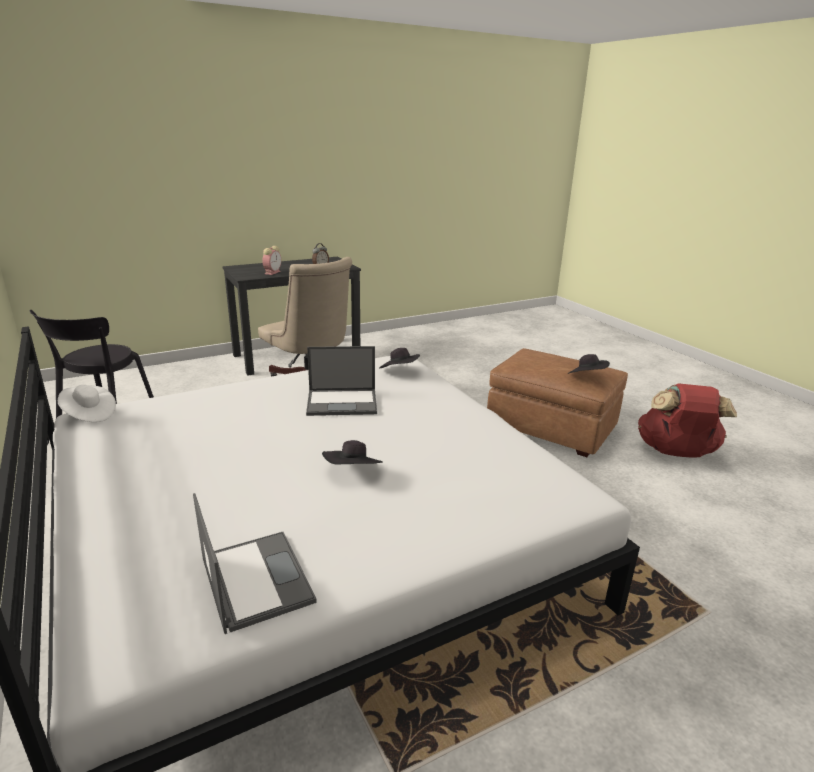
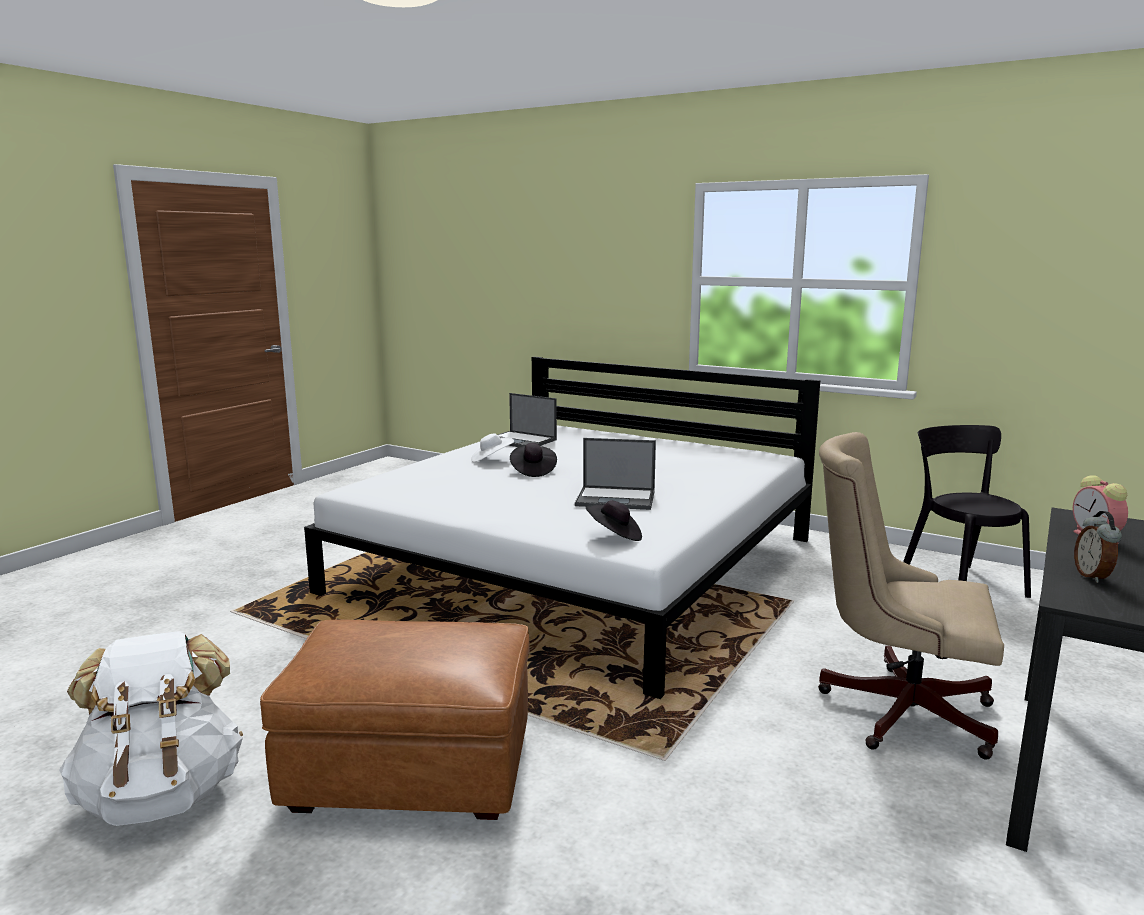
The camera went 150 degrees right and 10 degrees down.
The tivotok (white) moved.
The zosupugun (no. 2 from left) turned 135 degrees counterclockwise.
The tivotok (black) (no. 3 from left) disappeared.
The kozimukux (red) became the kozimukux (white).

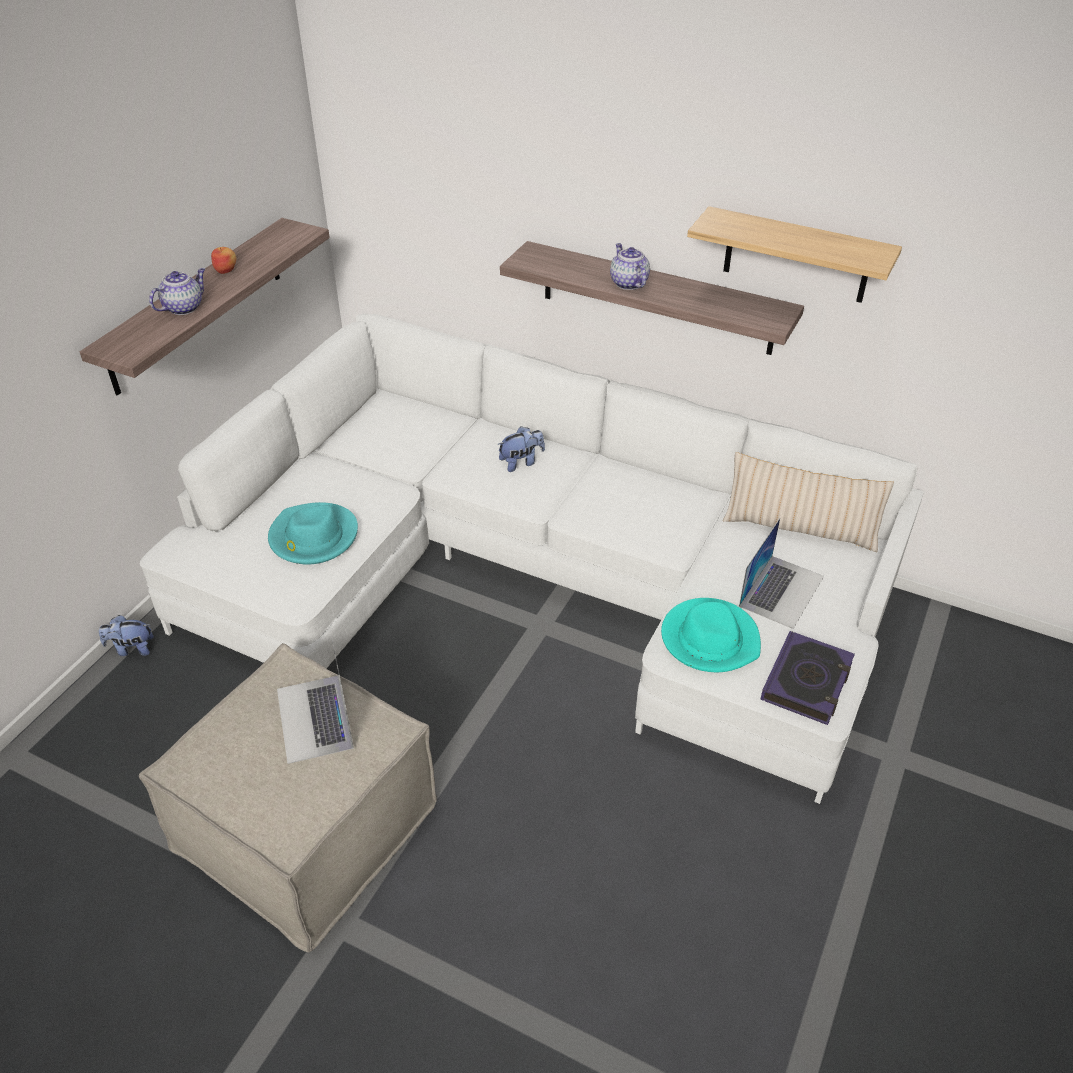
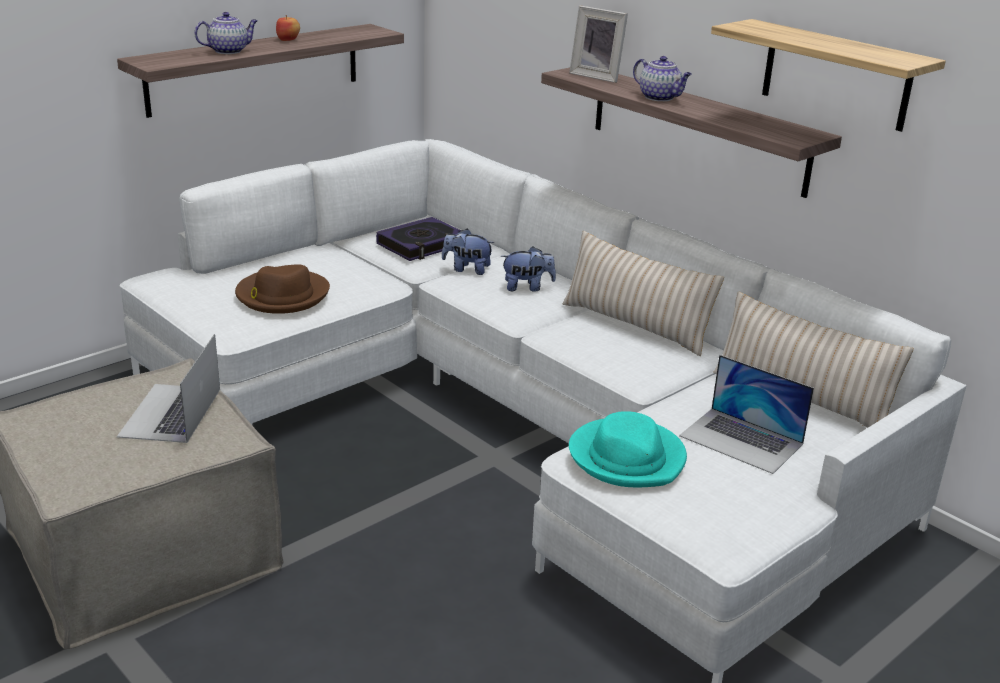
The camera went 20 degrees right and 15 degrees down.
The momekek (no. 1 from left) moved.
The tivotok (turquoise) (no. 1 from left) became the tivotok (brown).
The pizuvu (no. 2 from left) turned 135 degrees clockwise.
The zosupugun (no. 2 from left) turned 75 degrees clockwise.
The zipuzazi moved.
The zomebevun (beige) (no. 1 from left) appeared.
The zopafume appeared.

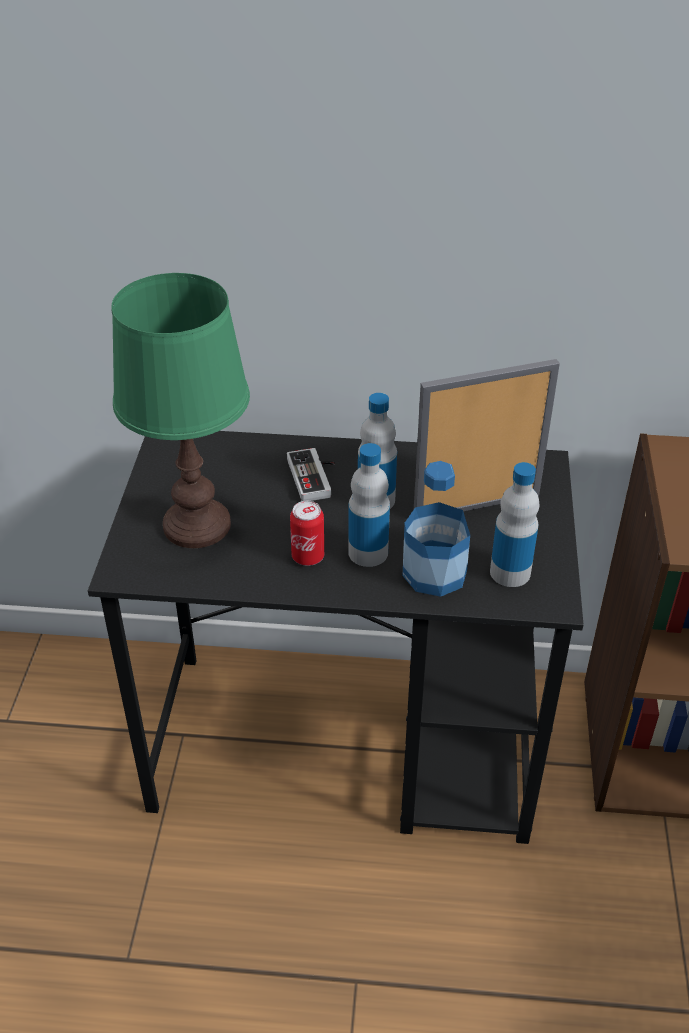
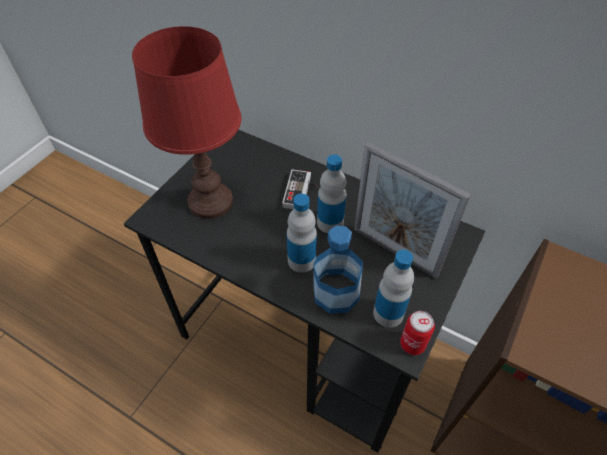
The camera went 25 degrees right and 10 degrees up.
The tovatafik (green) became the tovatafik (red).
The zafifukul moved.
The zopafume turned 150 degrees counterclockwise.

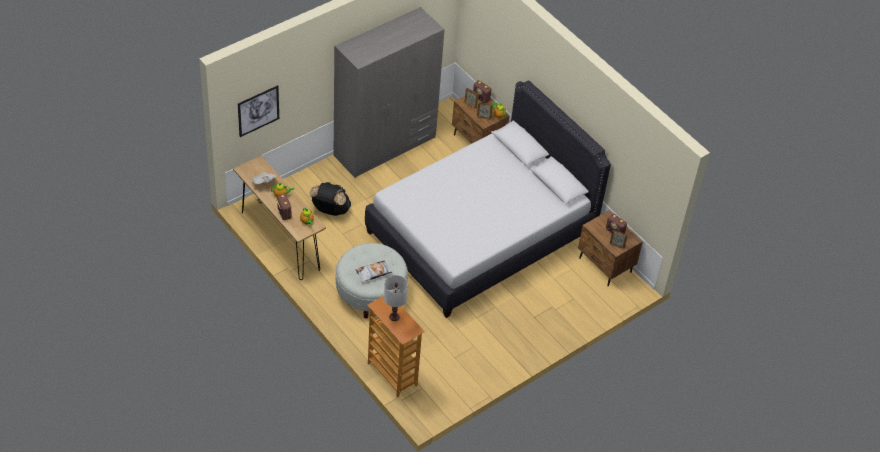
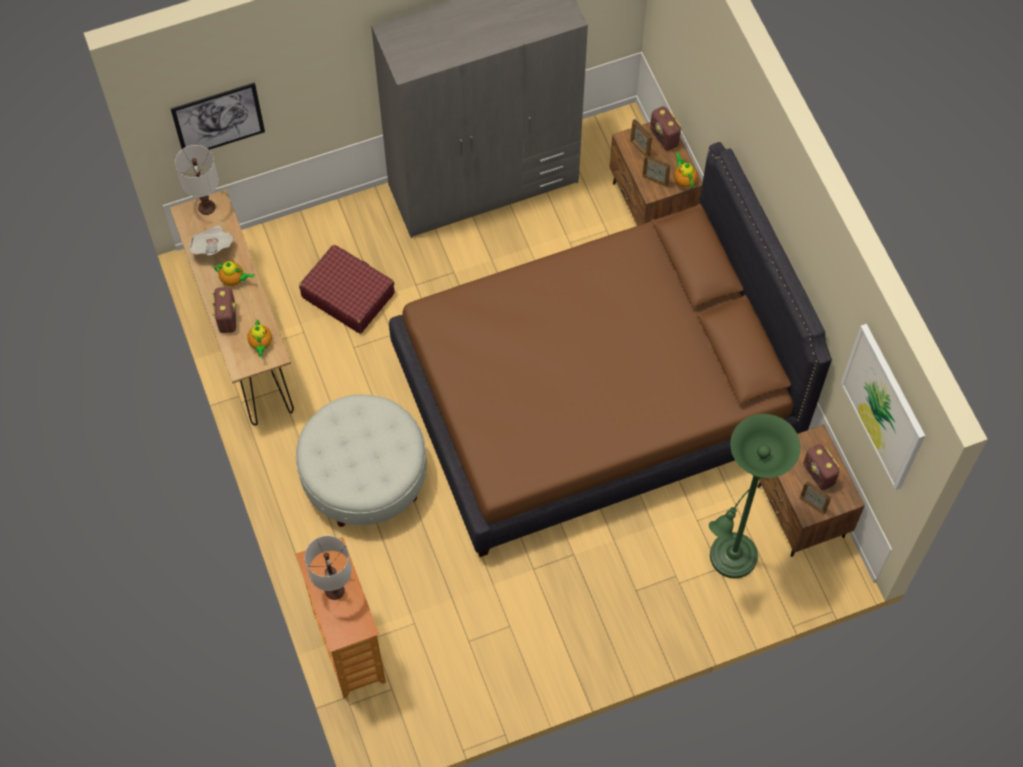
The camera went 20 degrees right and 15 degrees up.
The kozimukux (black) was replaced by the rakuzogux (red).
The zomebevun disappeared.
The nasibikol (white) became the nasibikol (brown).
The tovatafik (white) (no. 1 from left) appeared.
The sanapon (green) appeared.
The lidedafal (no. 2 from left) appeared.

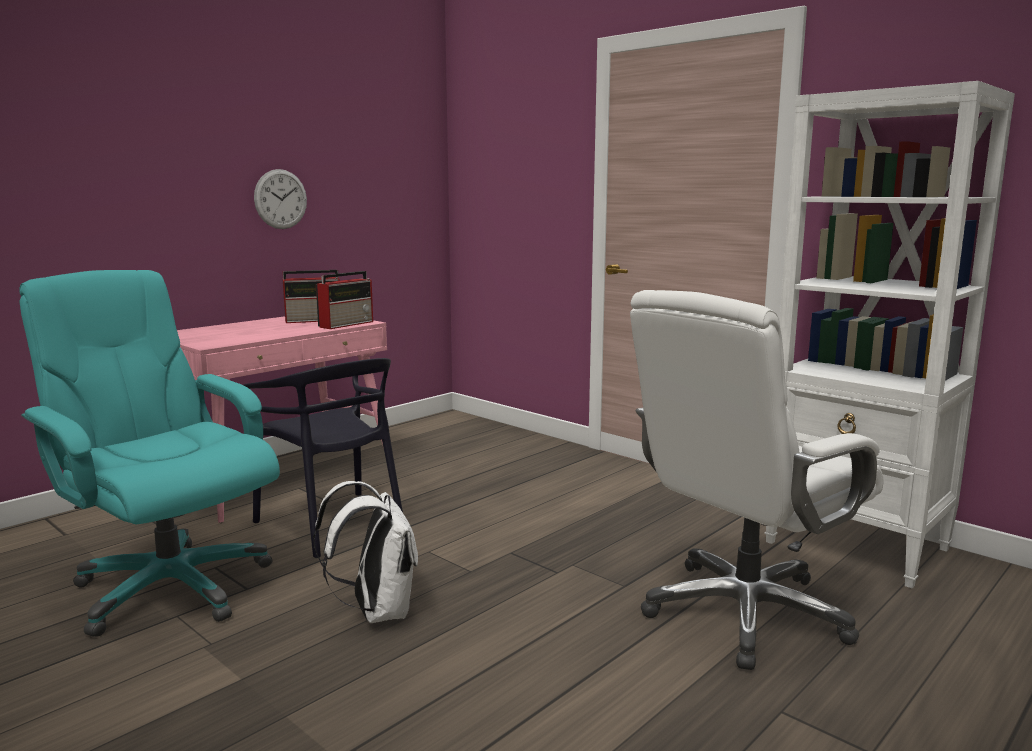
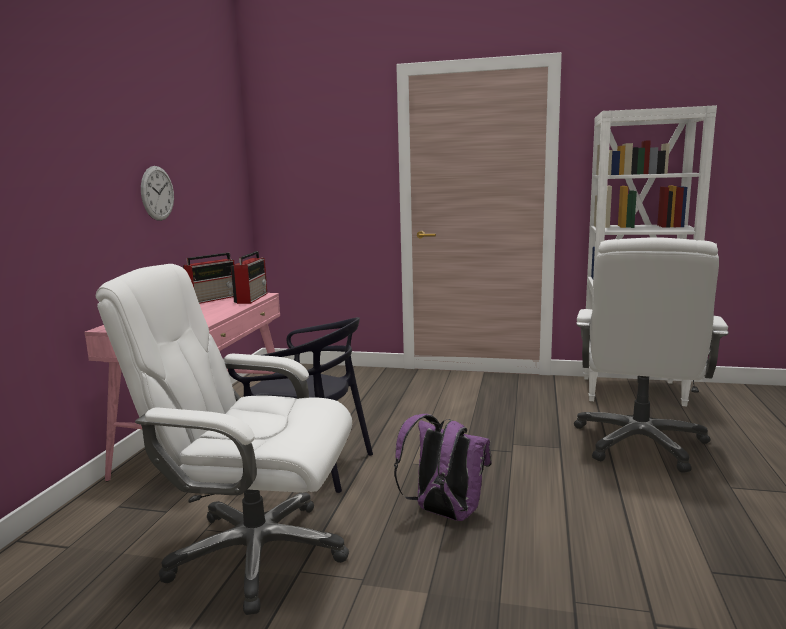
The camera went 30 degrees left and 0 degrees up.
The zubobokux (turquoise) became the zubobokux (white) (no. 1 from left).
The kozimukux (white) became the kozimukux (purple).

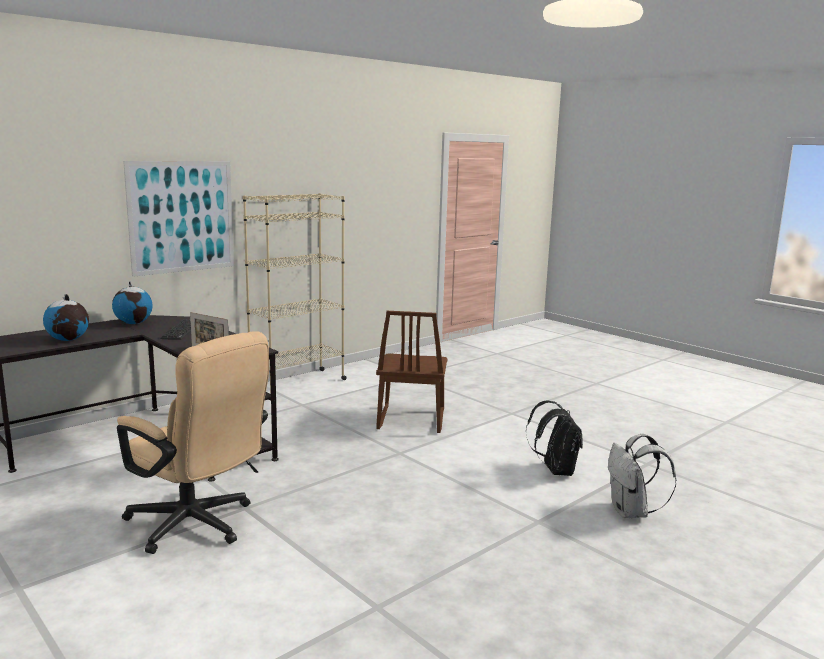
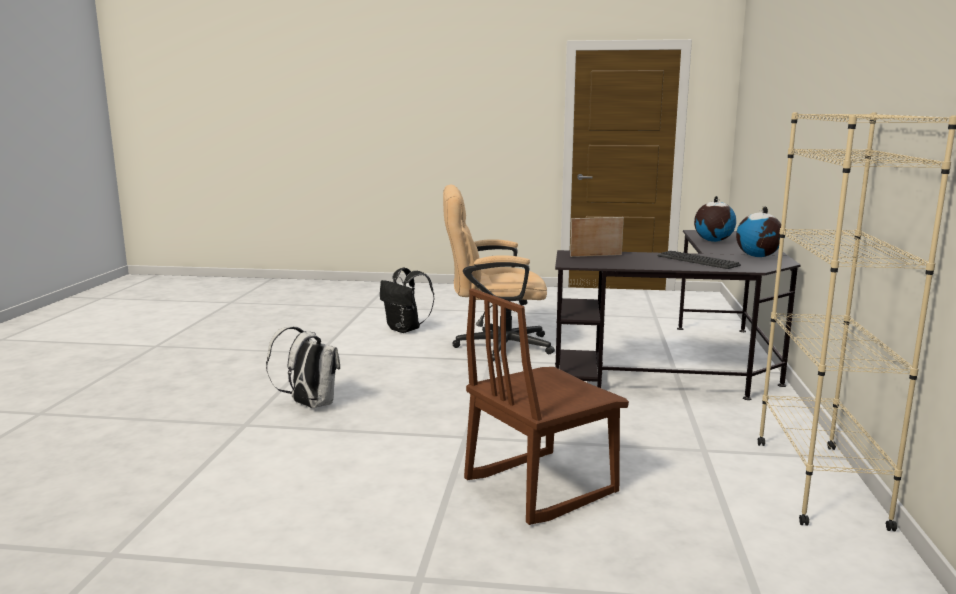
The camera went 140 degrees right and 0 degrees up.
The lidedafal disappeared.
The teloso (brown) turned 90 degrees counterclockwise.
The kozimukux (black) moved.
The kozimukux (white) moved.

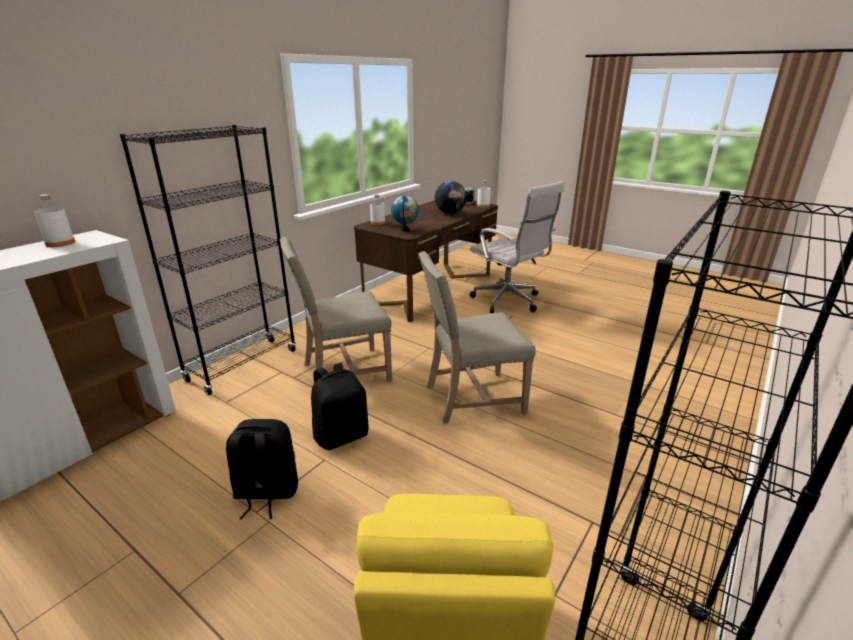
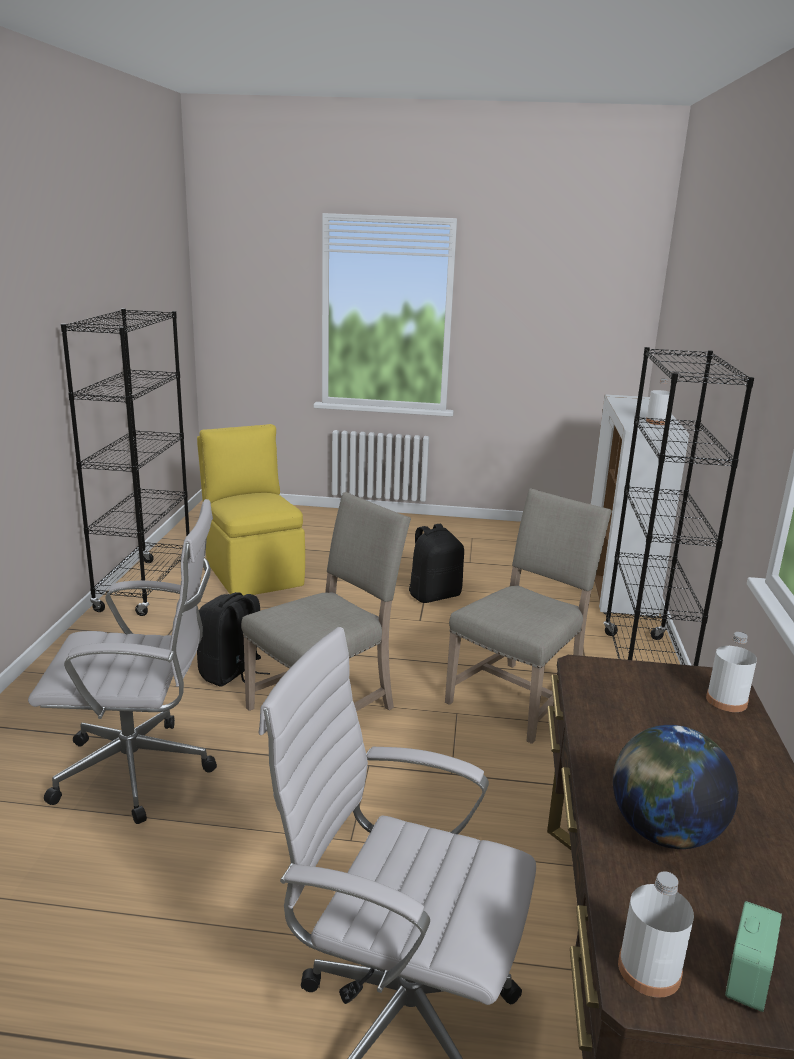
The camera went 150 degrees right and 5 degrees down.
The kozimukux (black) (no. 2 from left in the first image) moved.
The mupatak (no. 1 from left) disappeared.
The zubobokux (white) (no. 1 from left) appeared.

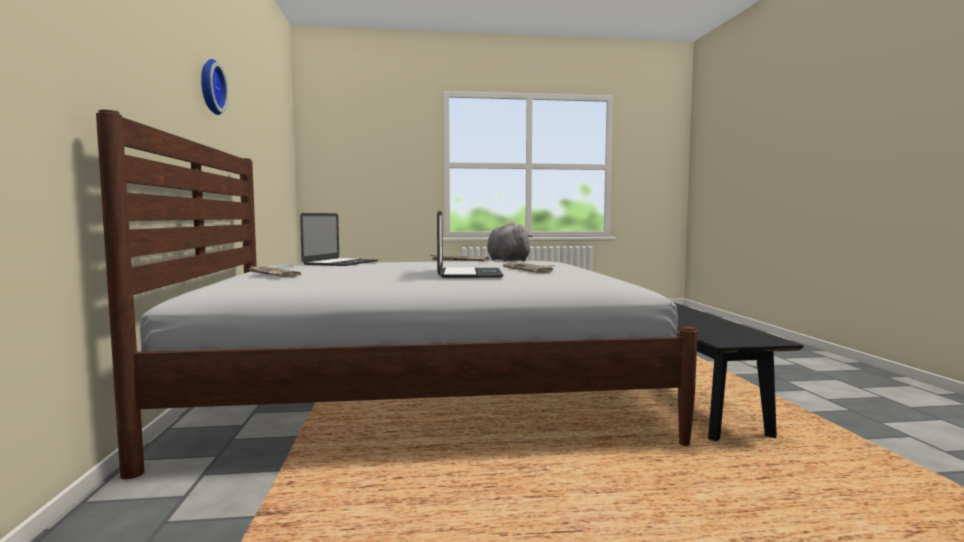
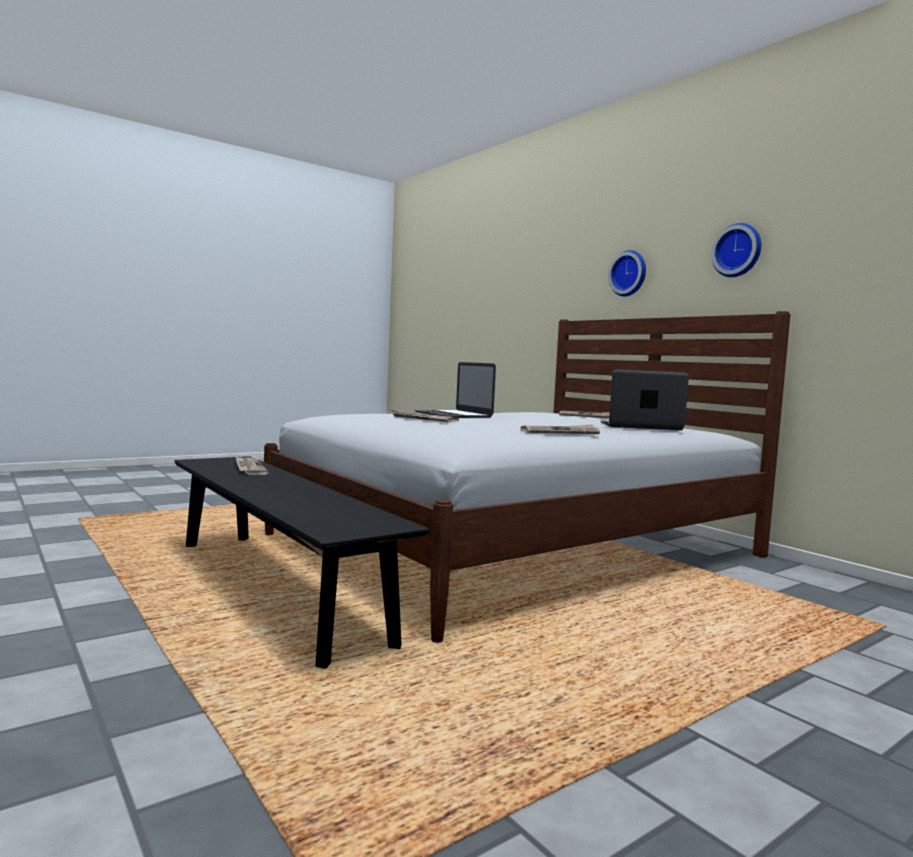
The camera went 150 degrees right and 0 degrees up.
The zosupugun (no. 1 from left in the first image) turned 105 degrees clockwise.
The momekek (grey) disappeared.
The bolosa (no. 1 from left) appeared.
The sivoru (no. 1 from left) appeared.

